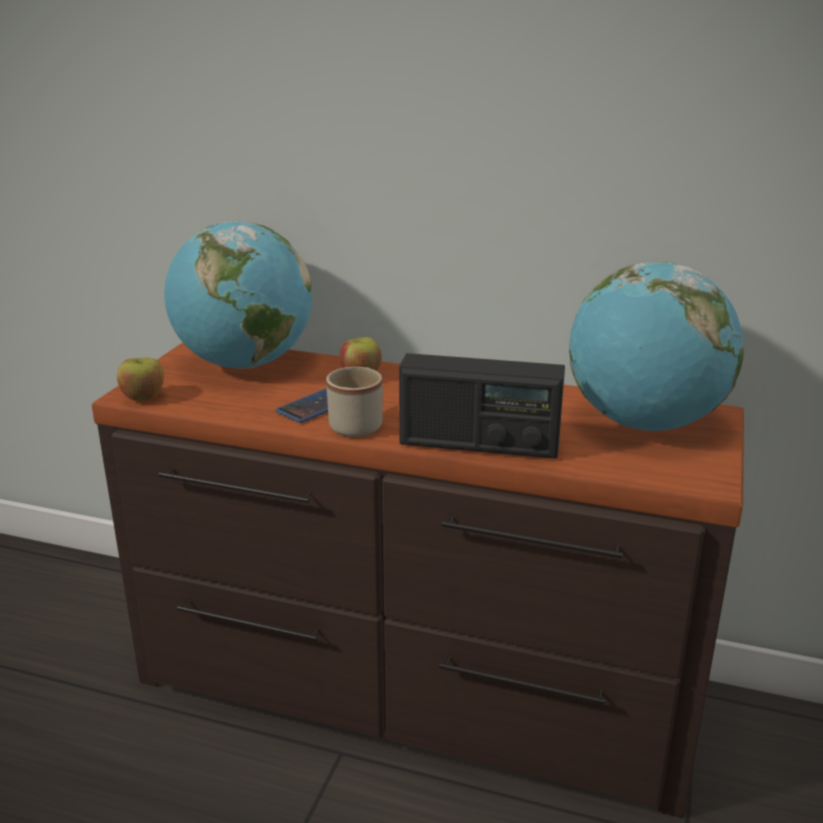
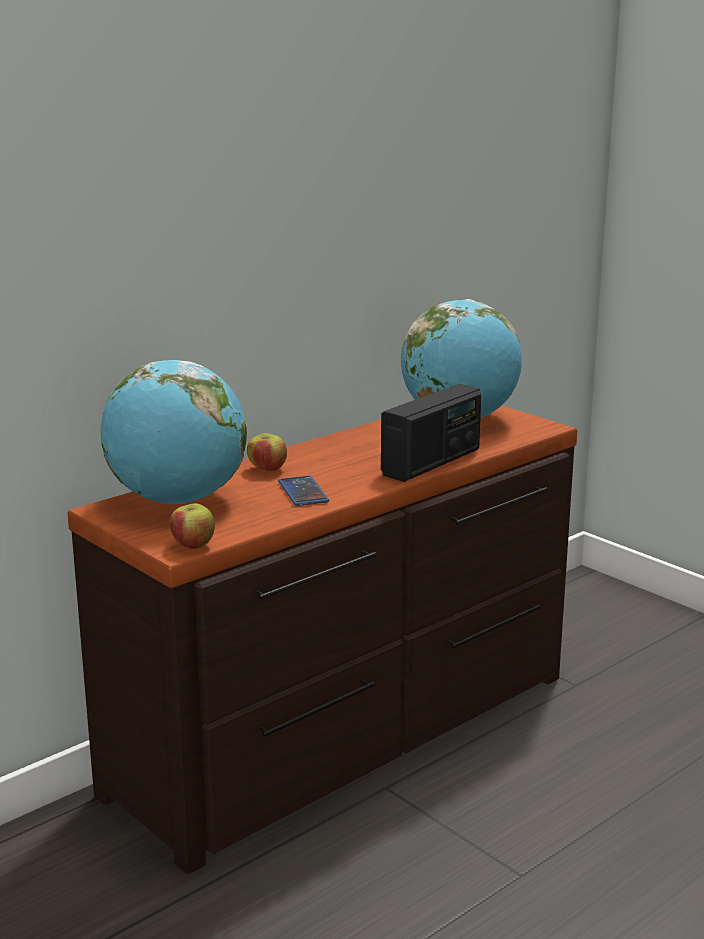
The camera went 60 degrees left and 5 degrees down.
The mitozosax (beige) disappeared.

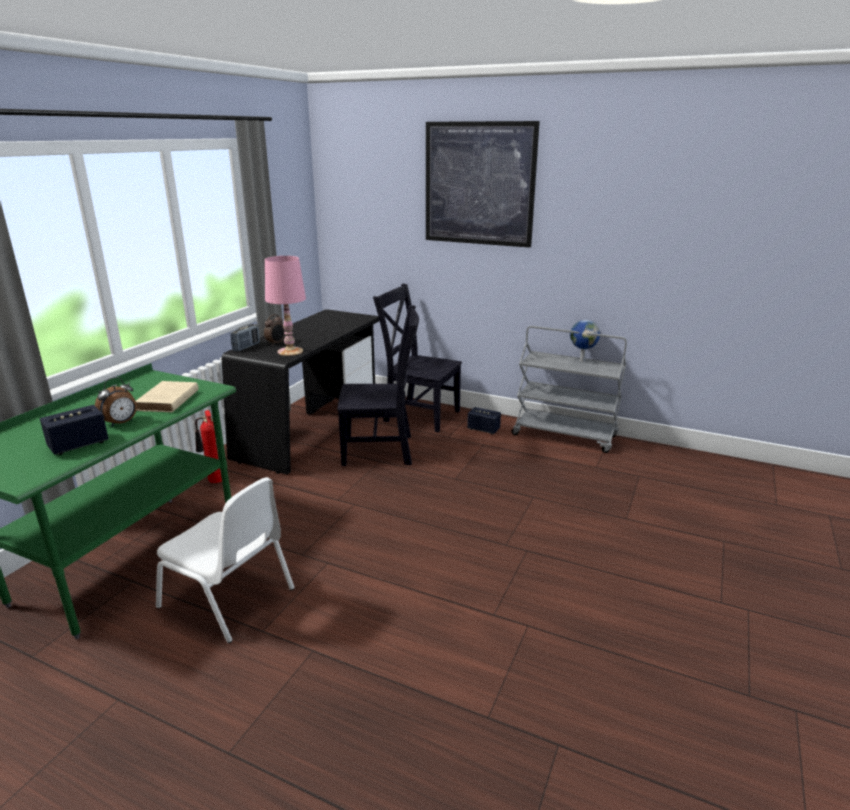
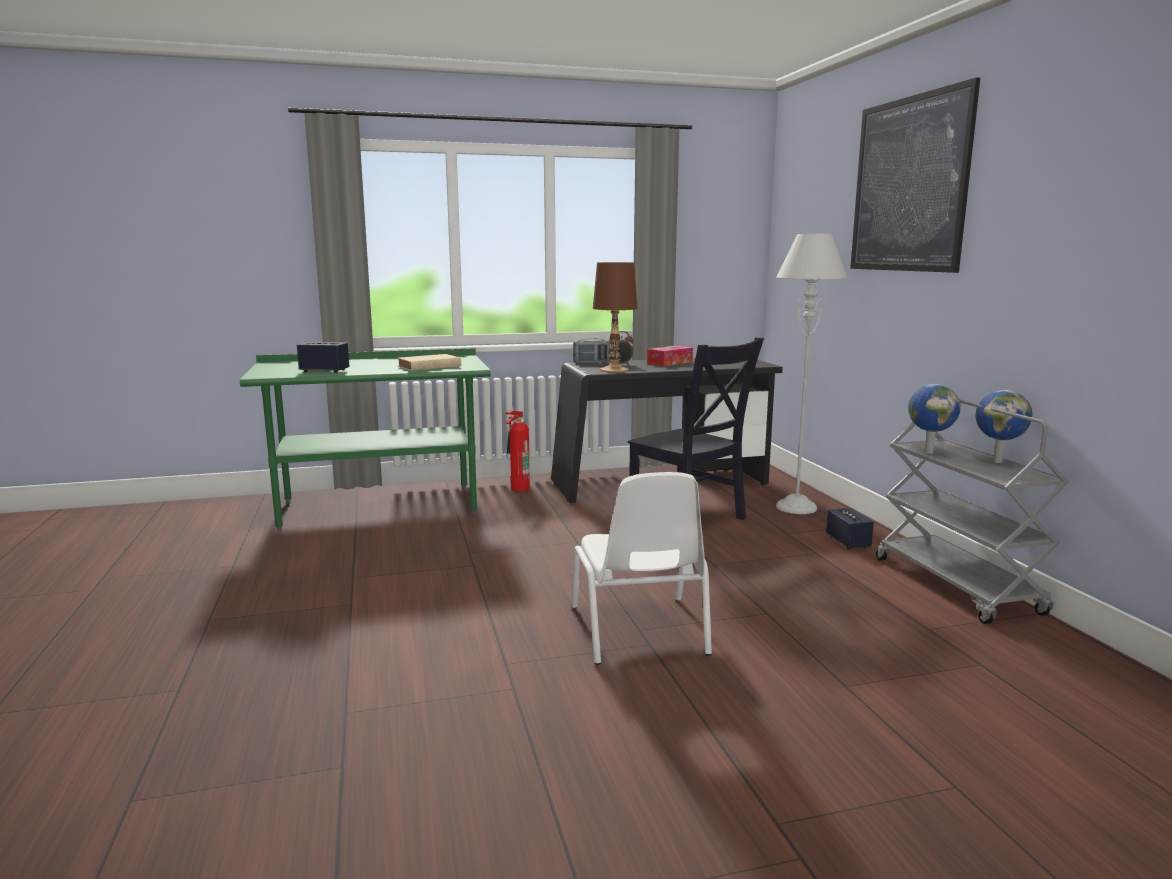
The camera went 50 degrees right and 10 degrees down.
The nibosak (no. 1 from left) disappeared.
The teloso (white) moved.
The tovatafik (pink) became the tovatafik (brown).
The teloso (black) (no. 2 from left) was replaced by the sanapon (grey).
The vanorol appeared.
The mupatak (no. 1 from left) appeared.

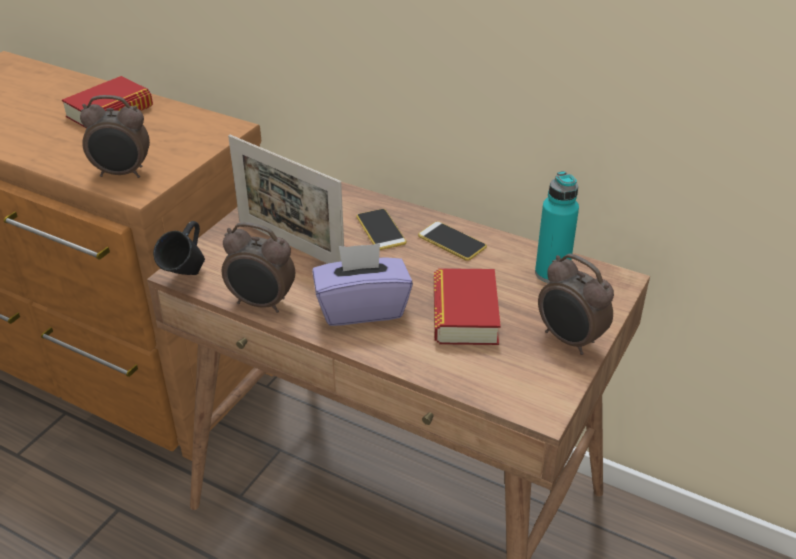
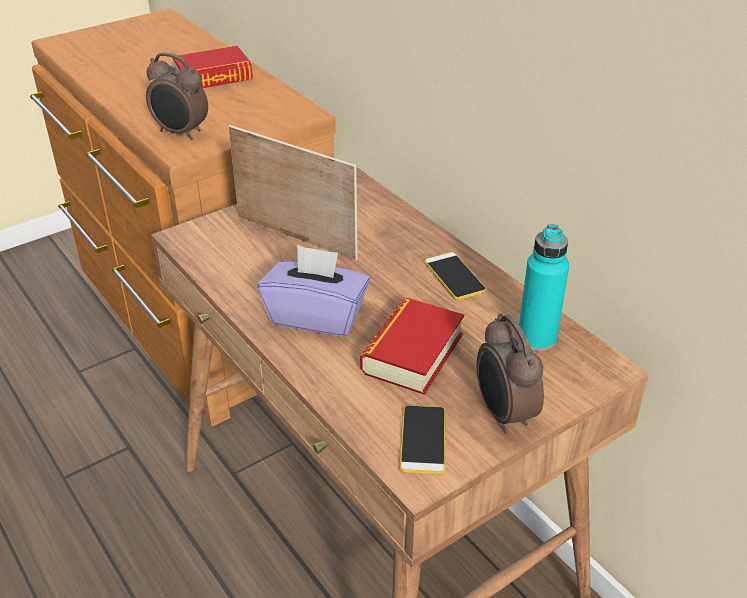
The camera went 25 degrees right and 0 degrees up.
The mitozosax (black) disappeared.
The nibosak (no. 2 from left) disappeared.
The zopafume turned 150 degrees clockwise.
The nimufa (no. 1 from left) moved.

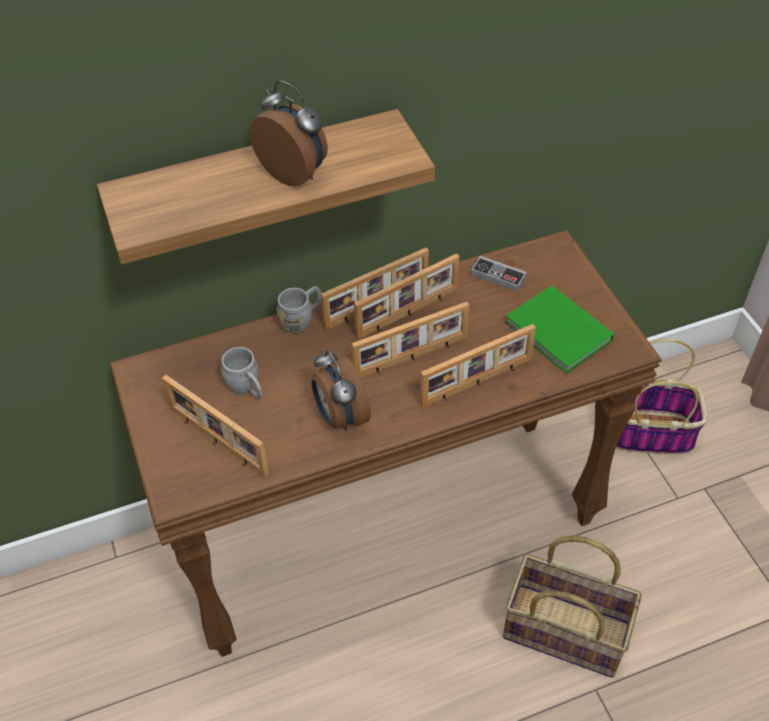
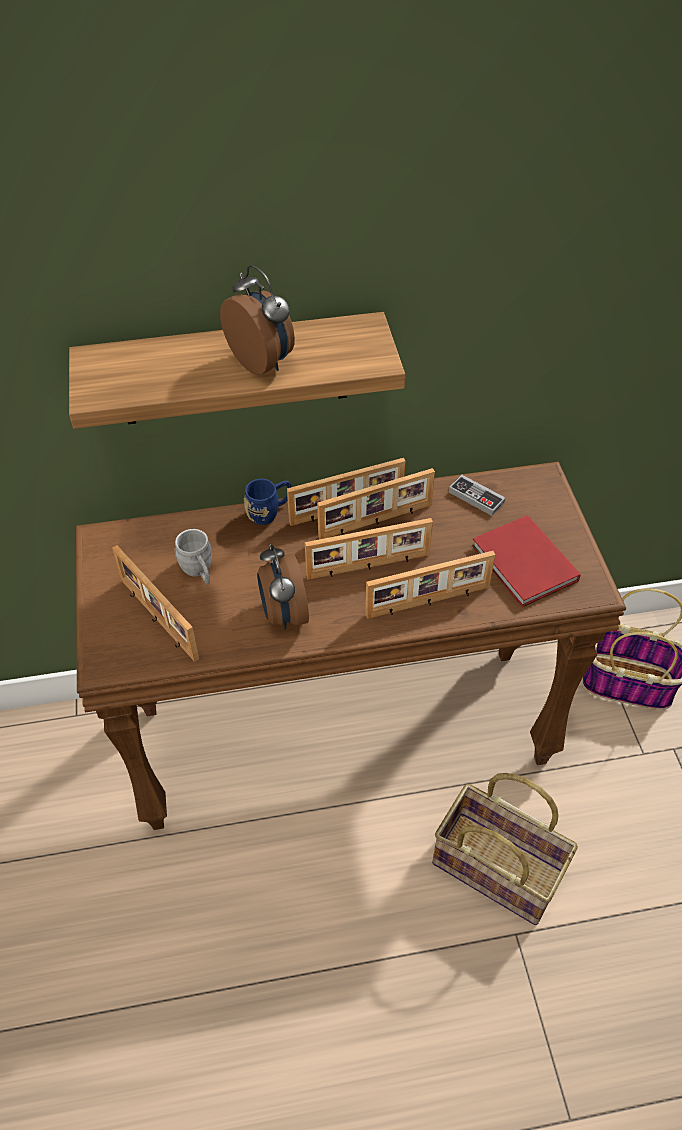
The camera went 10 degrees right and 0 degrees up.
The mitozosax (grey) (no. 2 from left) became the mitozosax (blue).
The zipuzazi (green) became the zipuzazi (red).

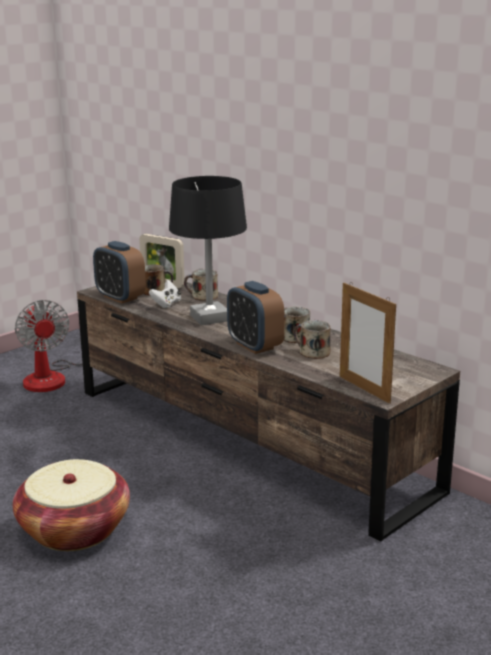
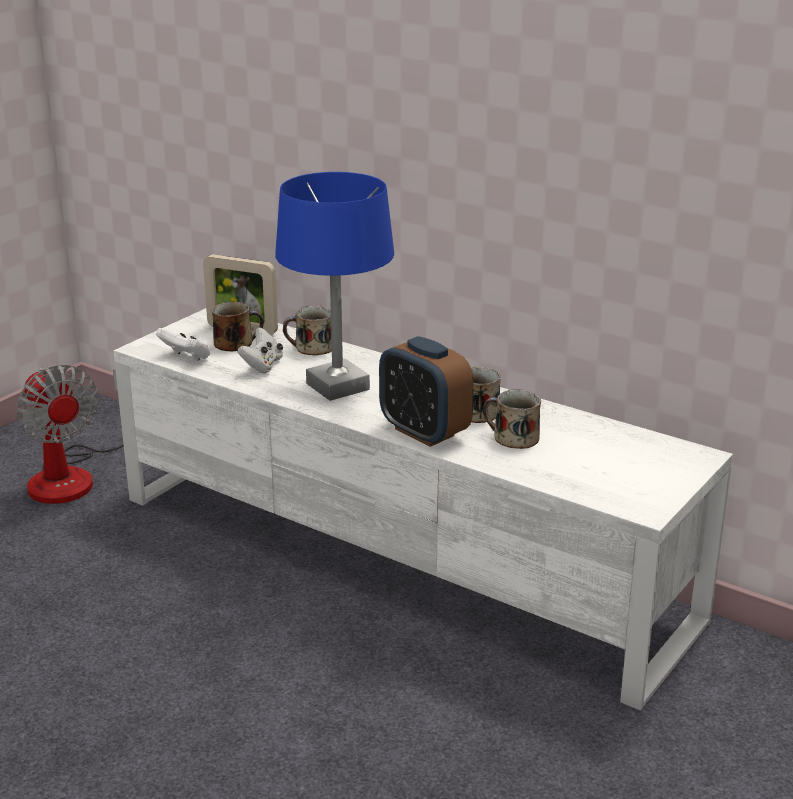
The camera went 10 degrees left and 5 degrees up.
The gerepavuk disappeared.
The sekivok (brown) became the sekivok (white).
The nibosak (no. 1 from left) was replaced by the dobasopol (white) (no. 1 from left).
The tovatafik (black) became the tovatafik (blue).
The zopafume (no. 2 from left) disappeared.

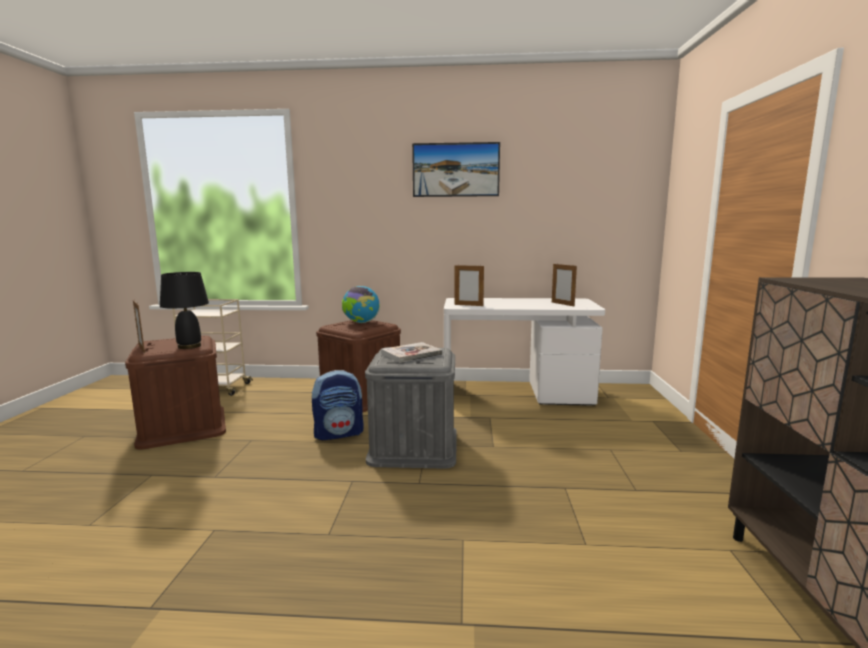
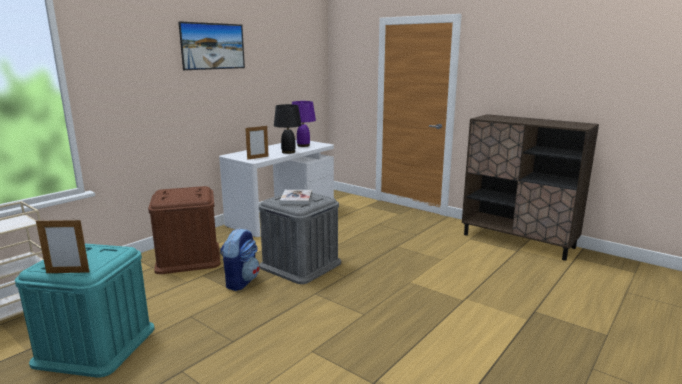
The camera went 55 degrees left and 5 degrees up.
The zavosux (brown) (no. 1 from left) became the zavosux (turquoise).
The tovatafik (black) moved.
The mupatak disappeared.
The zopafume (no. 3 from left) was replaced by the tovatafik (purple).

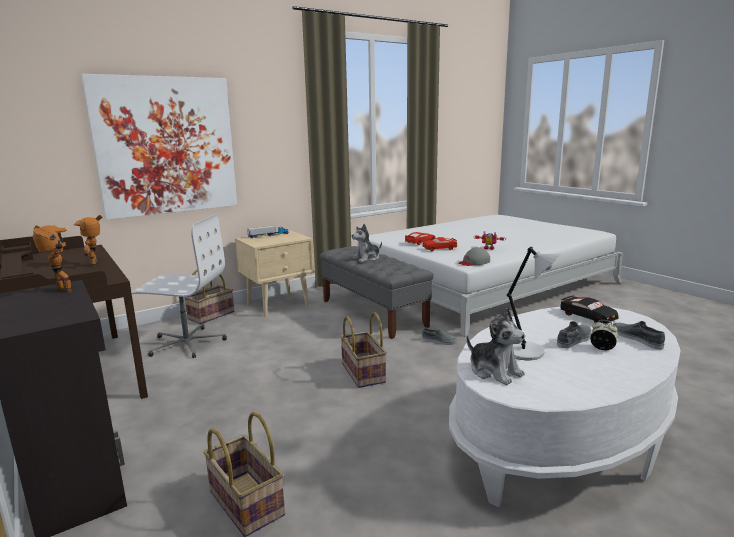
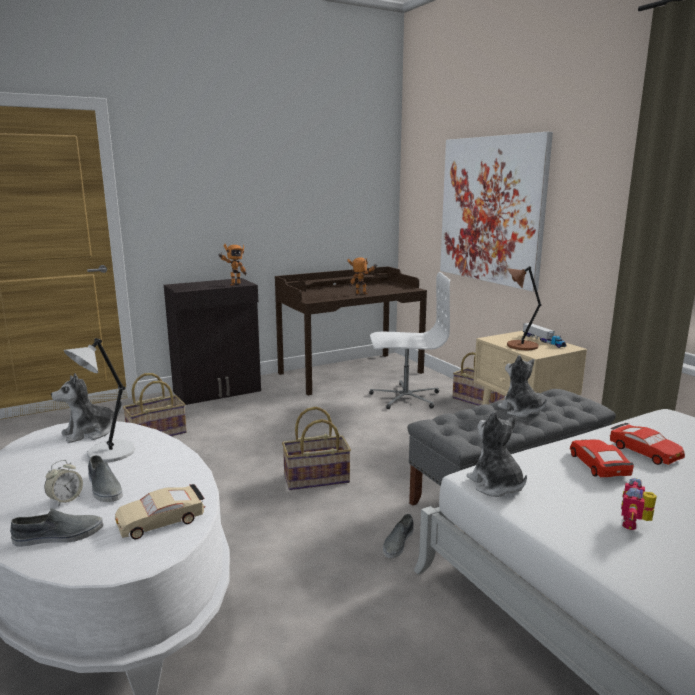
The camera went 95 degrees right and 0 degrees up.
The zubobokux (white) turned 105 degrees counterclockwise.
The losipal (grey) was replaced by the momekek (no. 2 from left).
The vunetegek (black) became the vunetegek (beige).
The tovatafik (brown) appeared.

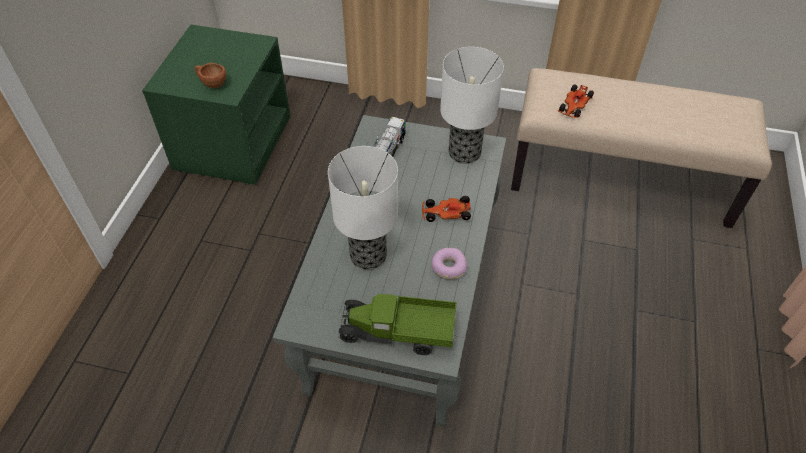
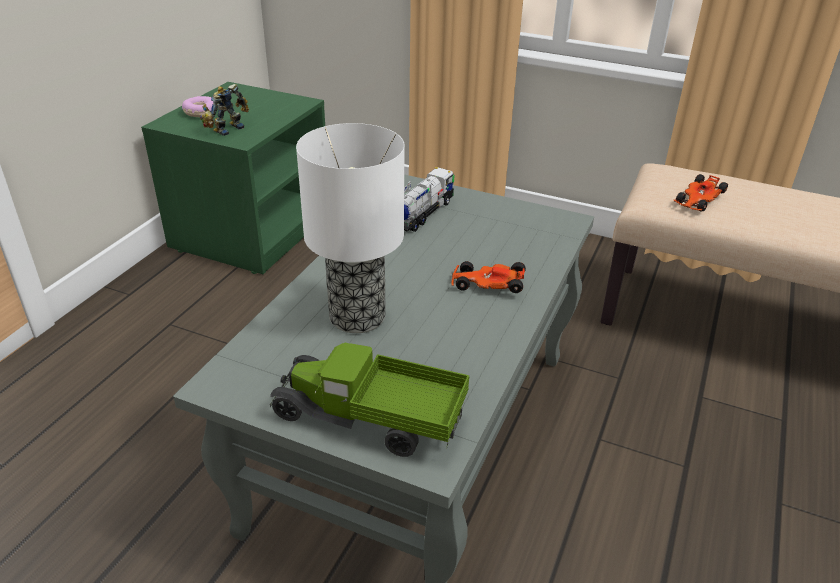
The camera went 10 degrees right and 15 degrees down.
The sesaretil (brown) was replaced by the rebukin.
The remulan moved.
The tovatafik (no. 2 from left) disappeared.

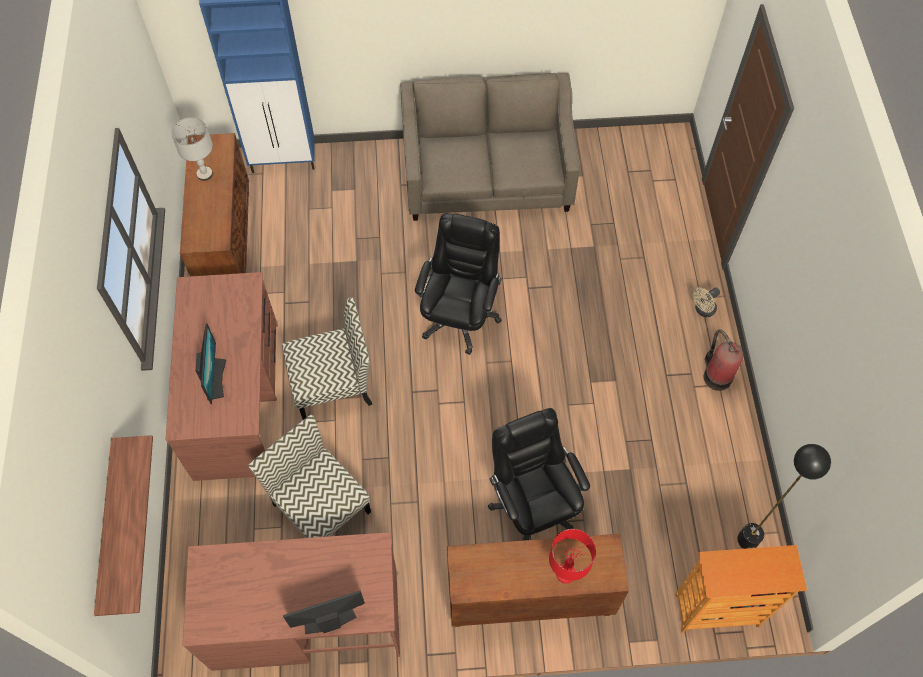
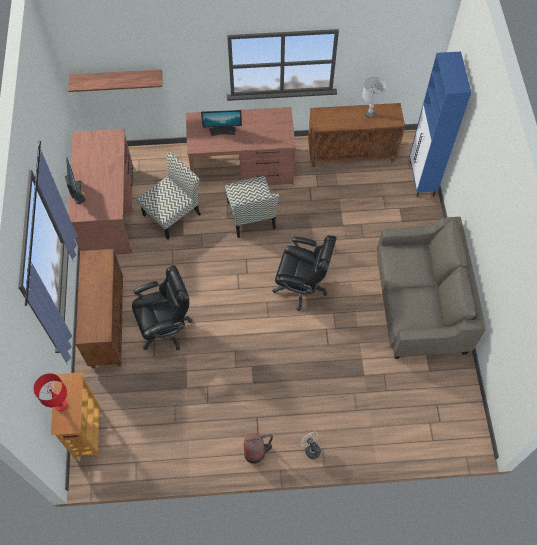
The camera went 90 degrees right and 0 degrees up.
The tovatafik (red) moved.
The sanapon (black) disappeared.

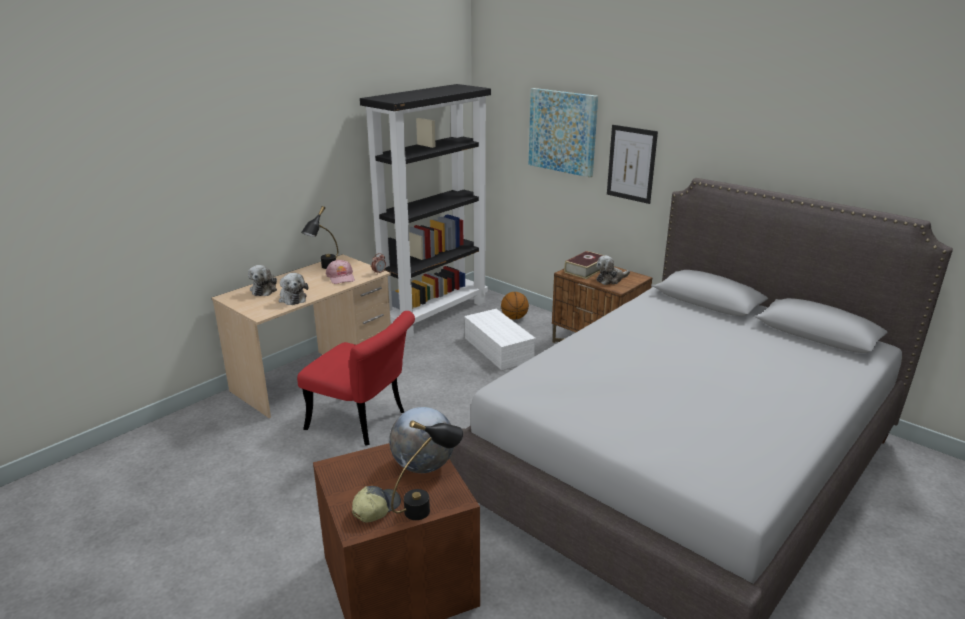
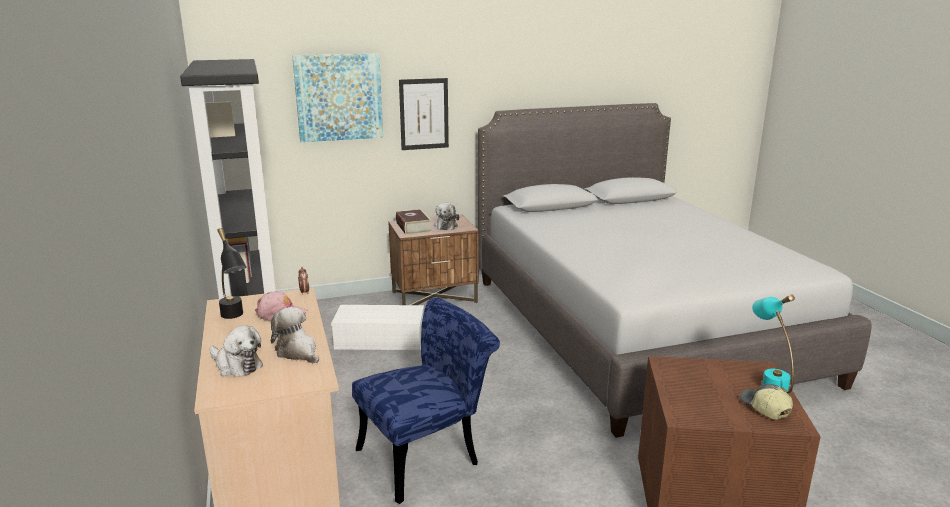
The camera went 60 degrees left and 5 degrees down.
The momekek (no. 2 from left) turned 135 degrees counterclockwise.
The teloso (red) became the teloso (blue).
The mupatak disappeared.
The tovatafik (black) (no. 2 from left) became the tovatafik (turquoise).
The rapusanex disappeared.

